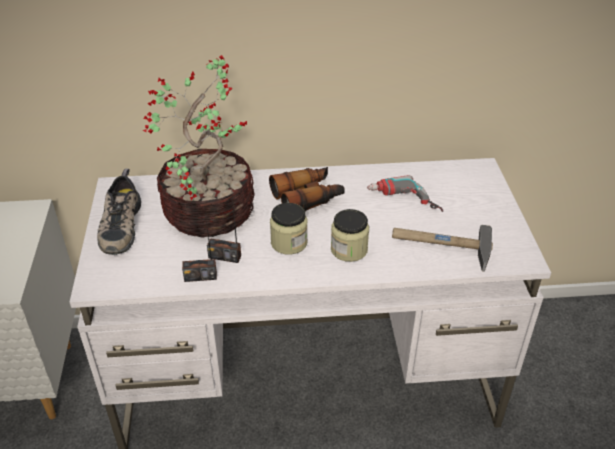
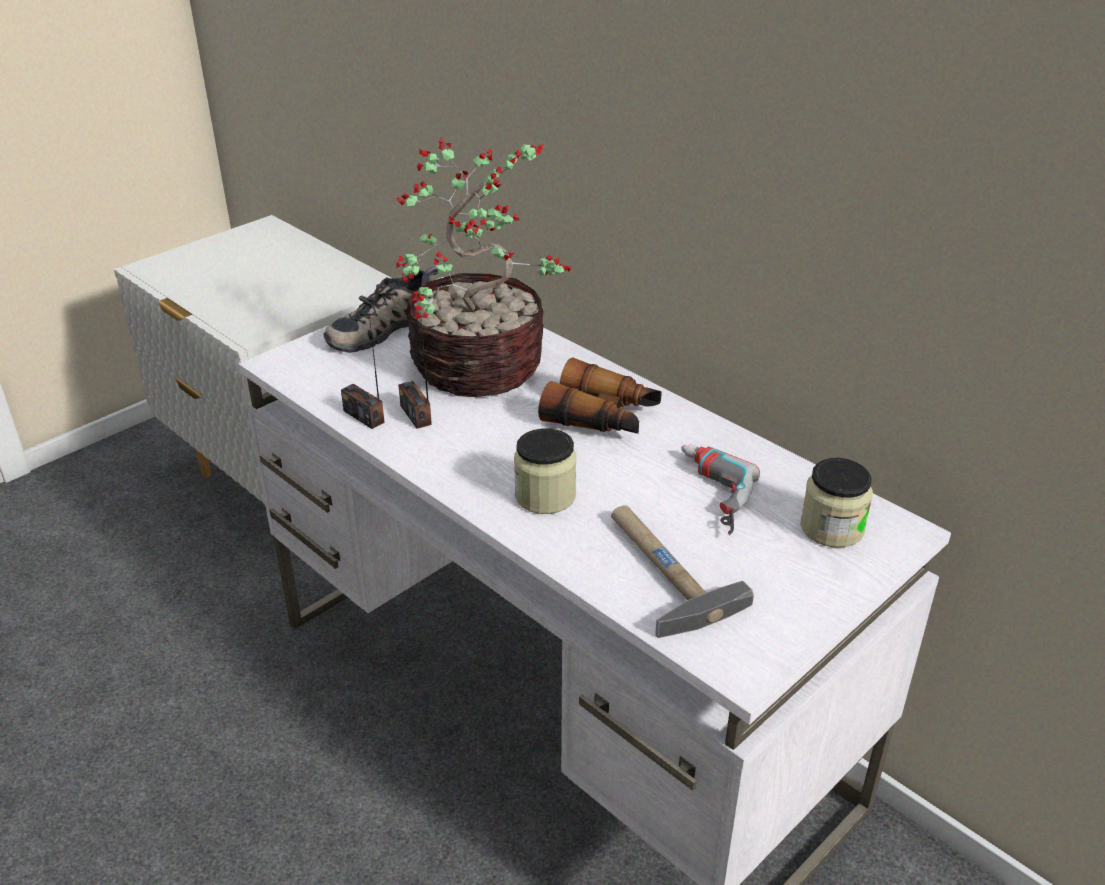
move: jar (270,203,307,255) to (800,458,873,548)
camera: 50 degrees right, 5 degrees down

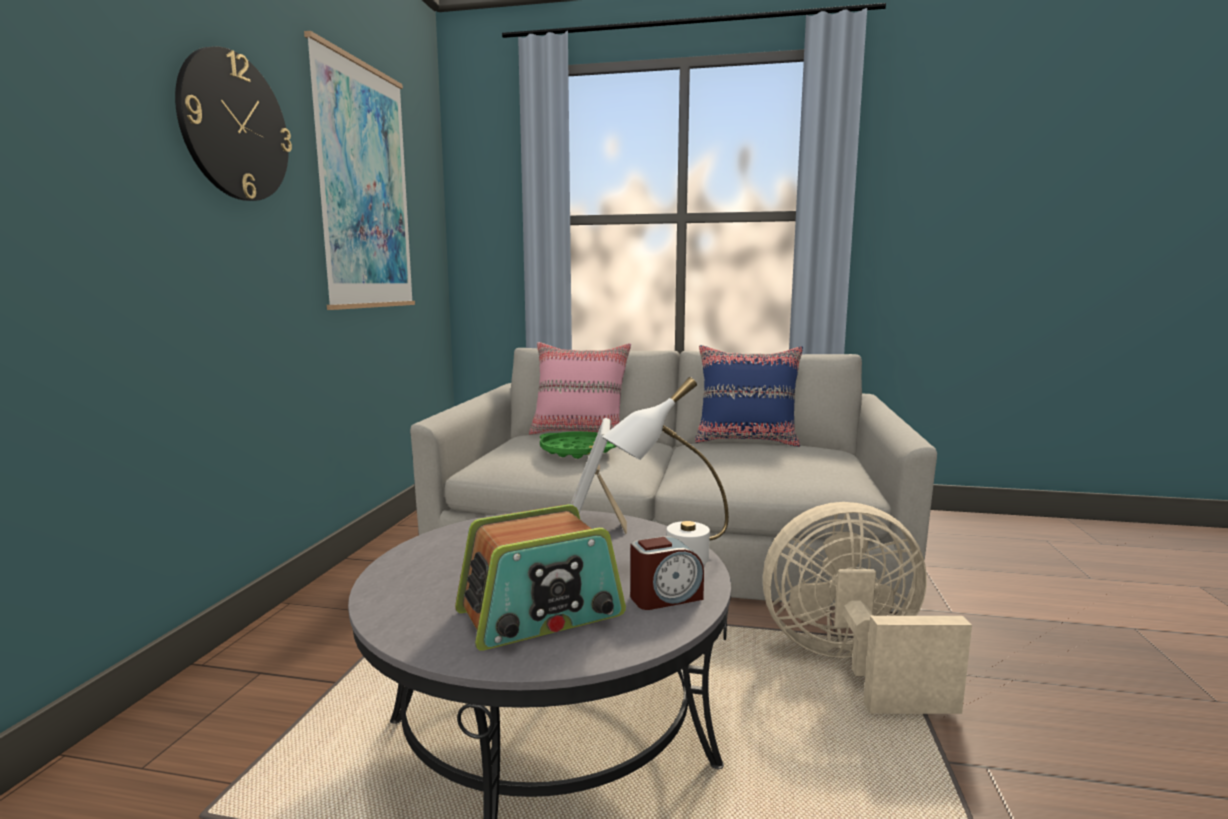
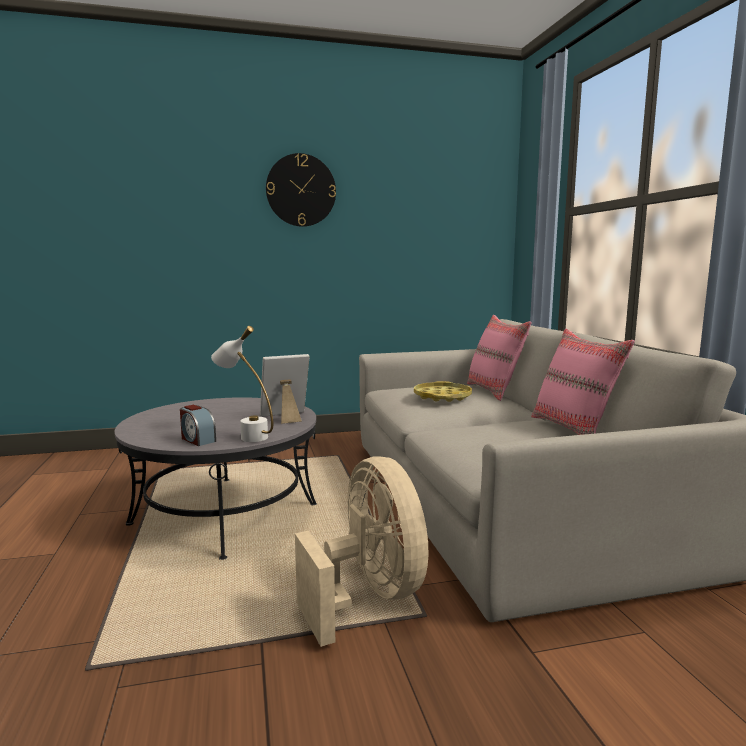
delete: picture (304,31,415,310); radio (455,504,626,650)
recolor: blue pillow (695,345,803,447) to pink pillow (531,328,635,435); green tray (540,431,616,459) to yellow tray (414,381,472,402)
camera: 65 degrees right, 0 degrees up

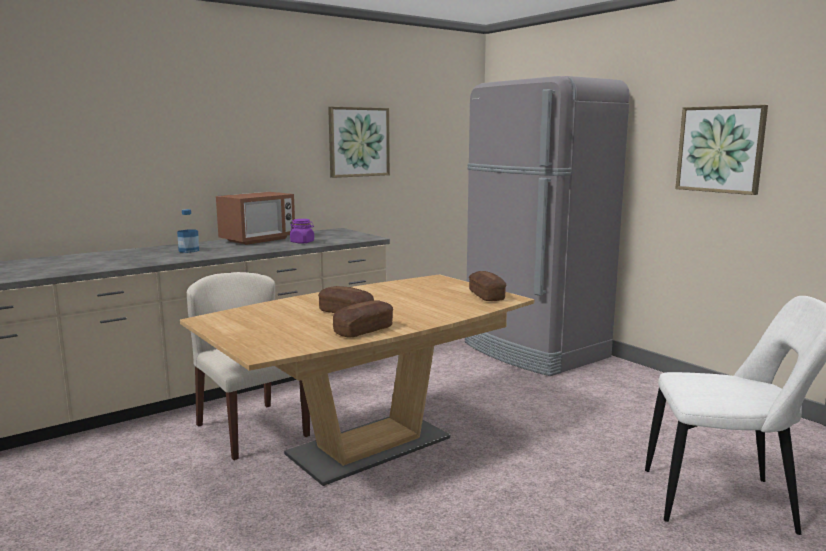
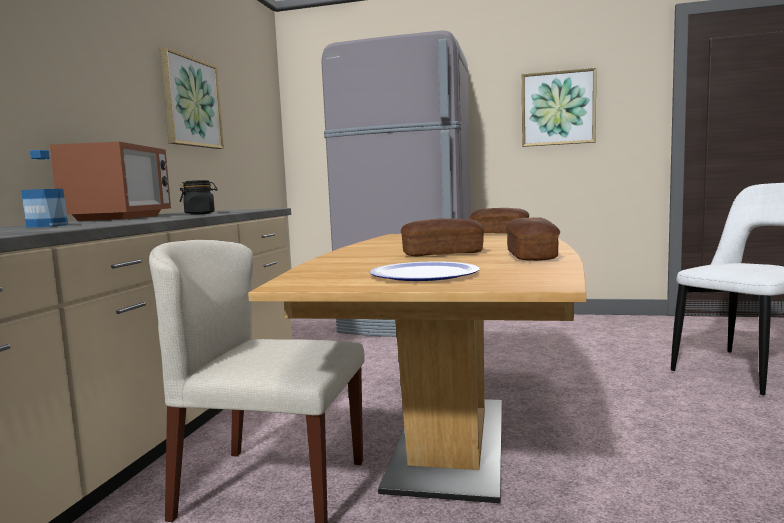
insert: plate (370,261,479,281)
recolor: purple jar (290,219,314,244) to black jar (180,180,218,215)
camera: 40 degrees left, 5 degrees down

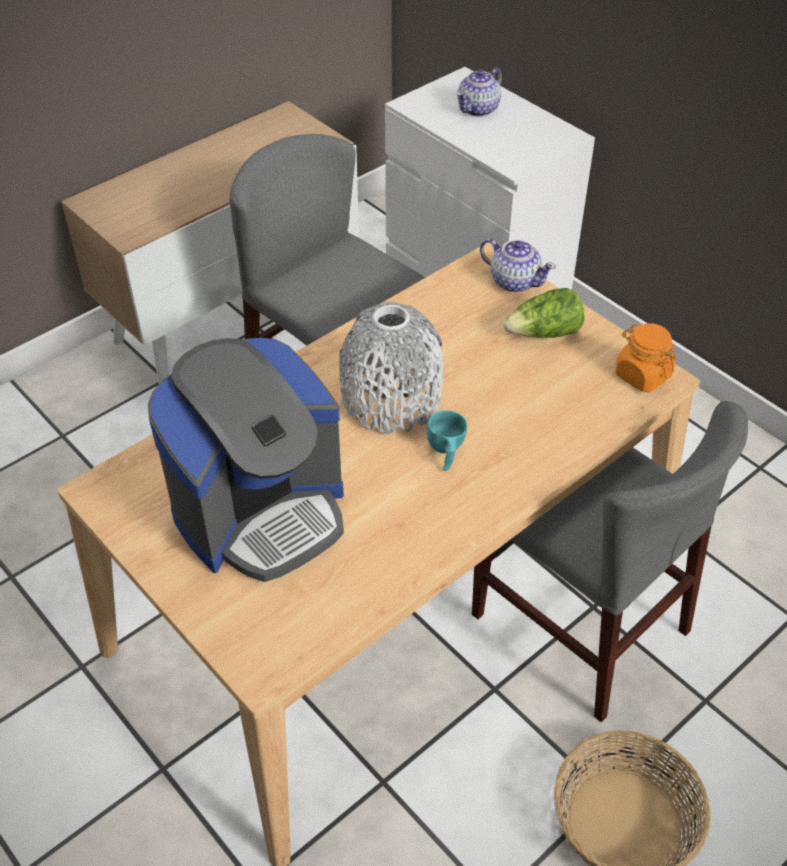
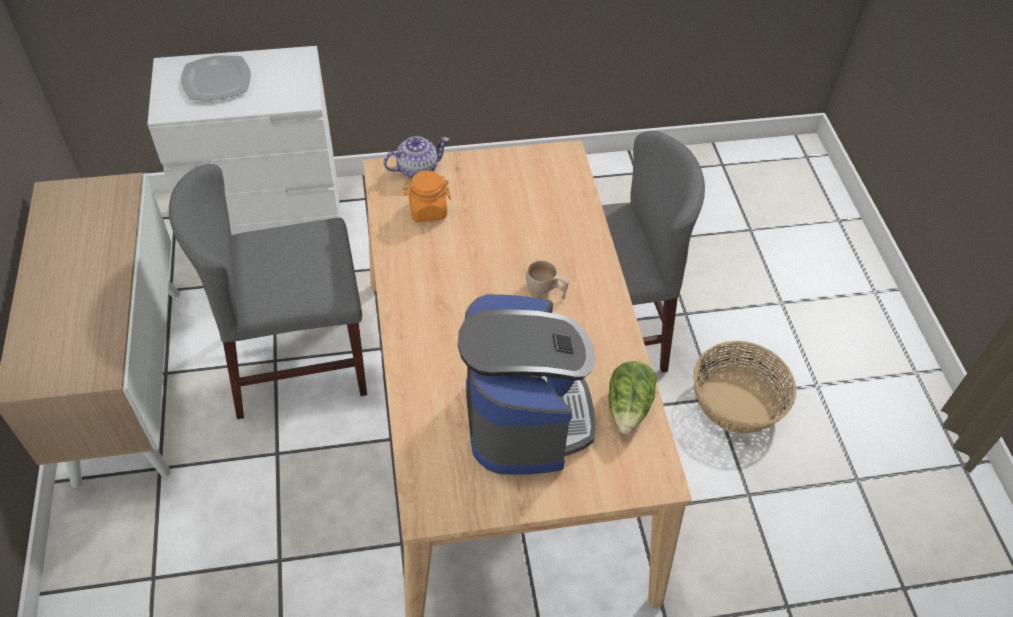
delete: grey vase (339,302,443,434)
move: lettuce (503,288,585,338) to (608,361,657,434); orange jar (615,323,676,392) to (403,171,451,222)
replace: teapot (457,67,502,117) to plate (181,55,251,100)
recolor: turquoise cup (427,410,467,471) to beige cup (526,260,569,299)
camera: 60 degrees left, 5 degrees up

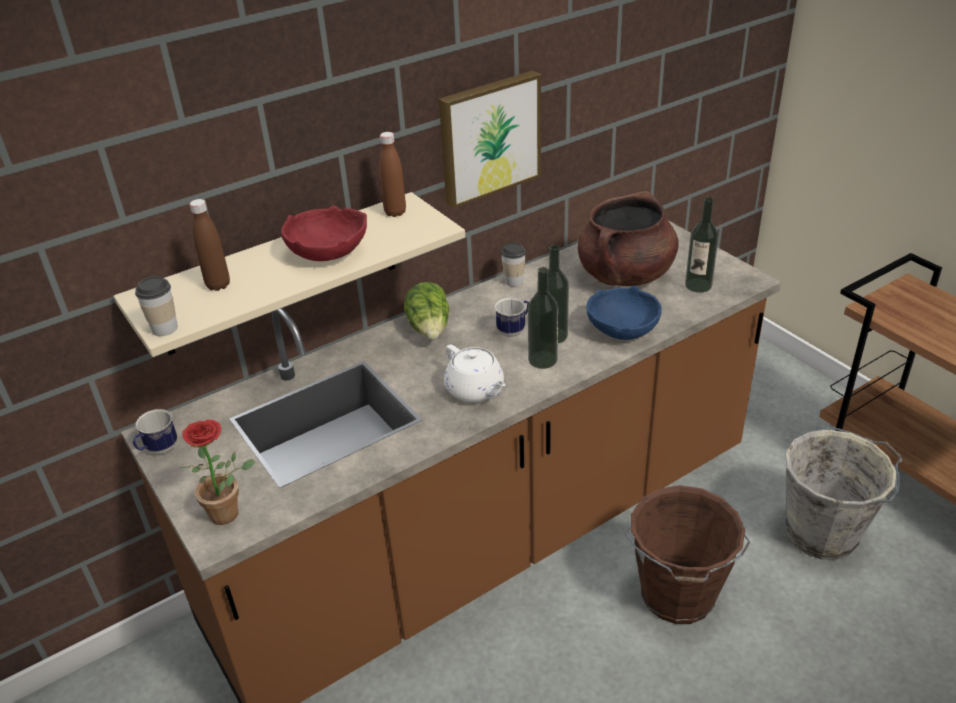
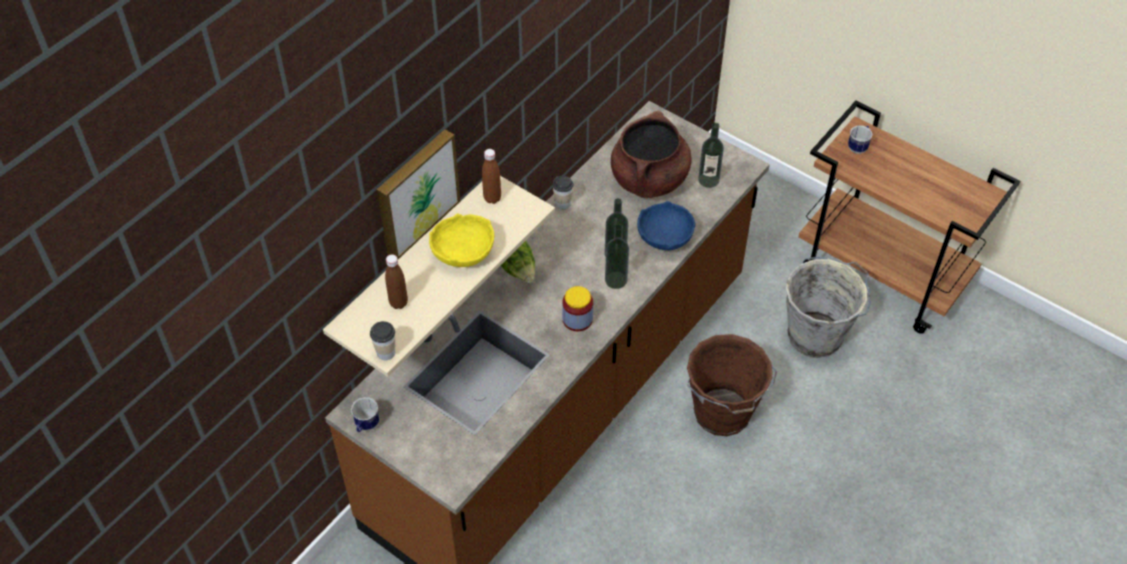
delete: potted plant (181,420,255,525)
move: picture (439,71,541,208) to (377,129,460,259); mug (495,298,529,337) to (848,125,872,154)
replace: white teapot (444,345,505,402) to jar (562,286,593,331)
recolor: red bowl (281,205,367,261) to yellow bowl (429,214,494,267)
camera: 20 degrees left, 15 degrees up

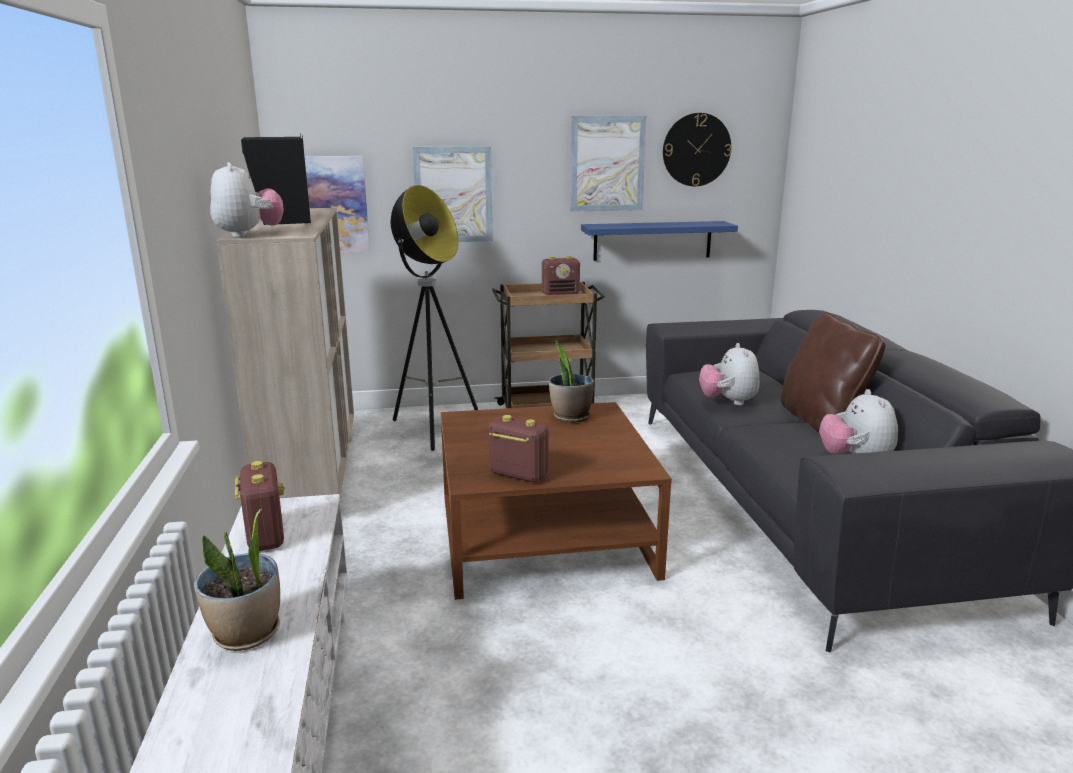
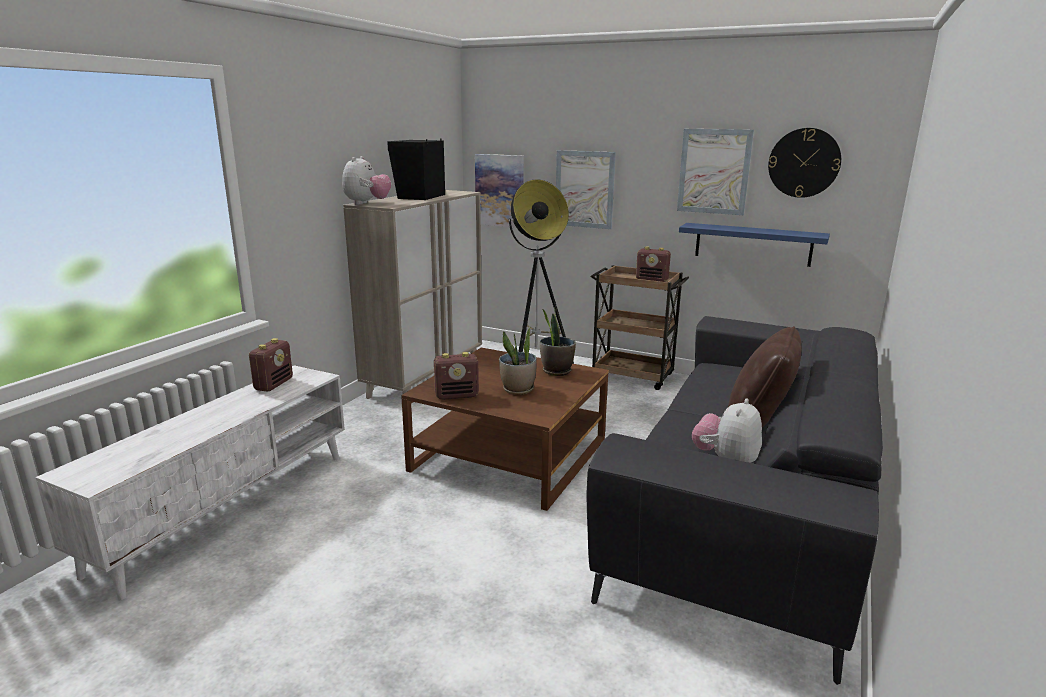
delete: plush toy (699,343,760,406)
move: potted plant (194,509,280,651) to (499,328,537,395)
rotate: radio (489,415,549,482) = (434,352,479,400) 105 degrees clockwise
camera: 35 degrees right, 0 degrees up

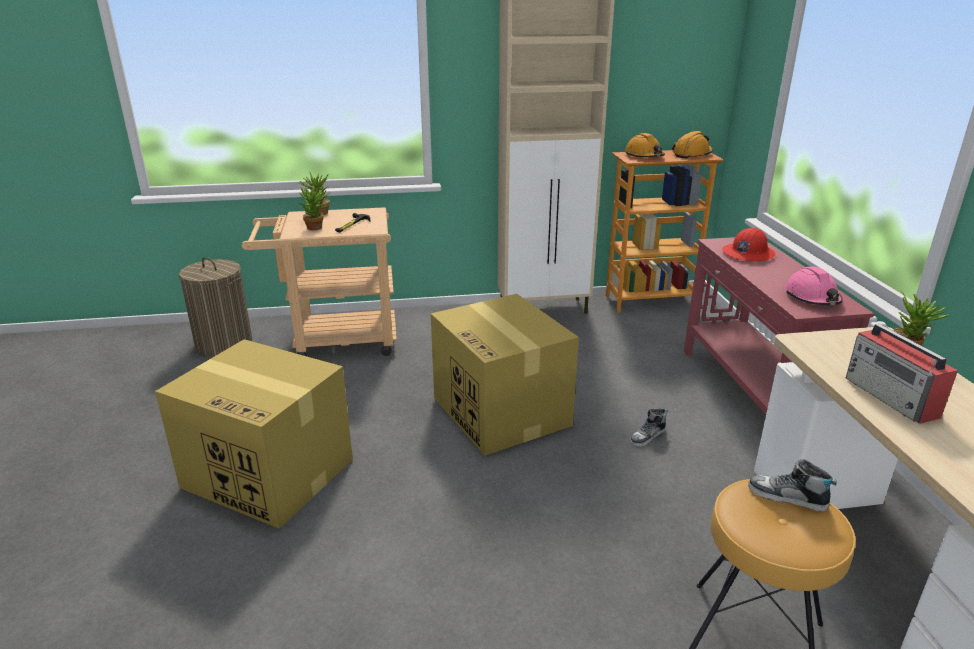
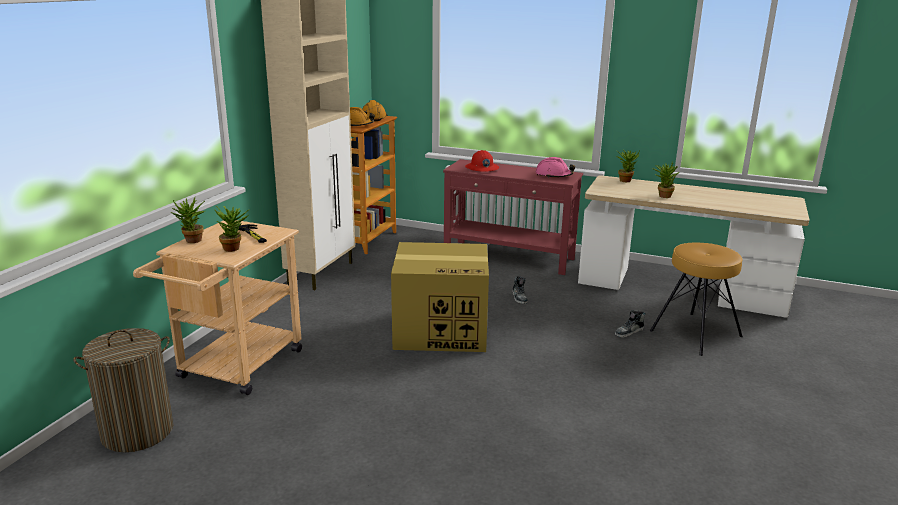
delete: cardboard box (155,339,353,529)
move: shoe (748,459,836,512) to (615,310,646,338)
replace: radio (846,324,958,424) to potted plant (652,161,679,198)
camera: 60 degrees left, 5 degrees down

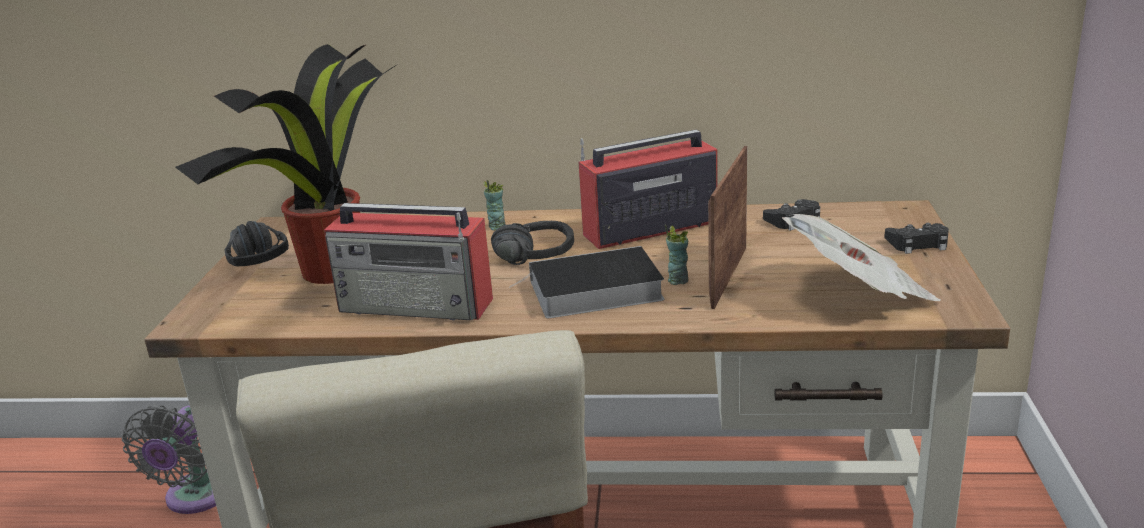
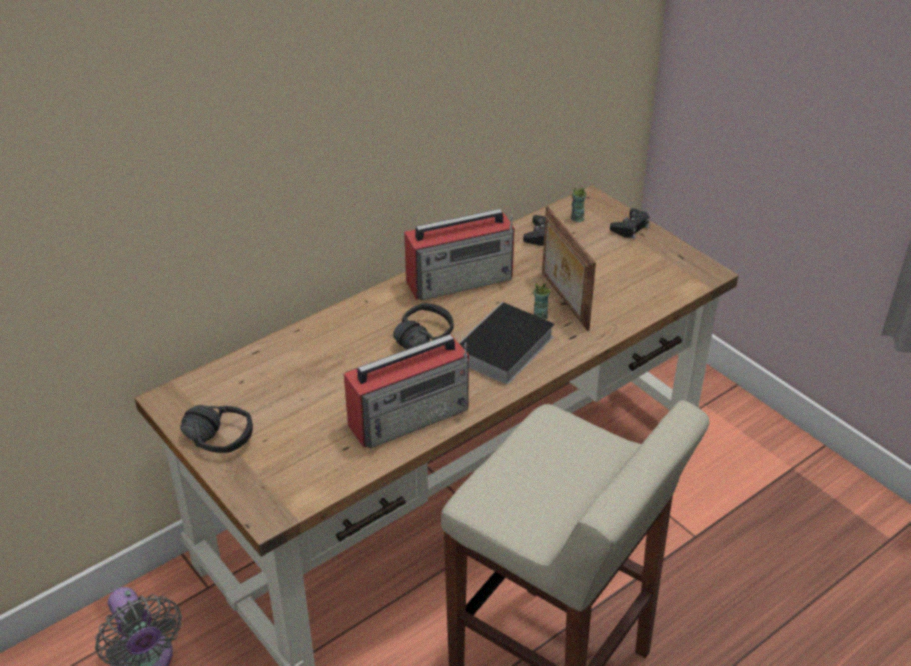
delete: potted plant (175,44,398,284); newspaper (782,214,941,301)
move: cup (483,180,506,230) to (571,187,586,222)
rotate: radio (578,130,718,249) = (404,209,515,301) 135 degrees counterclockwise
camera: 45 degrees left, 15 degrees up

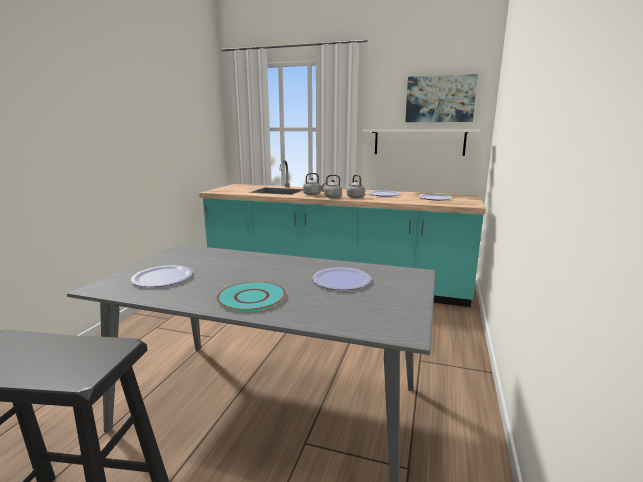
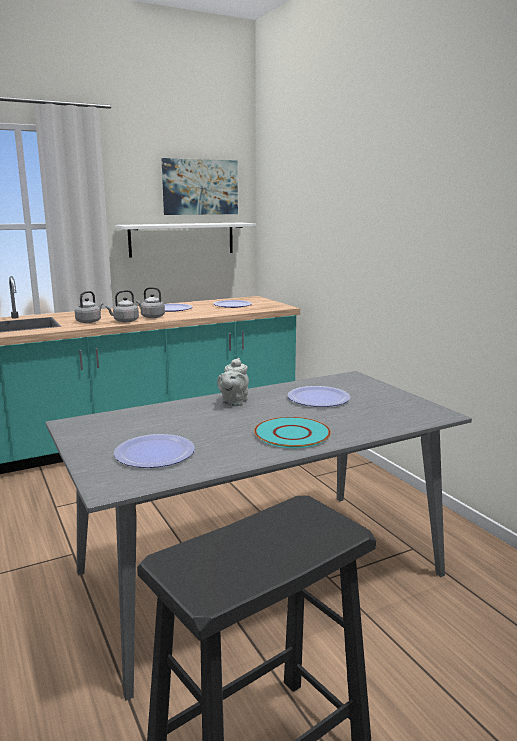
insert: grey teapot (217,358,249,406)
camera: 45 degrees left, 0 degrees up

